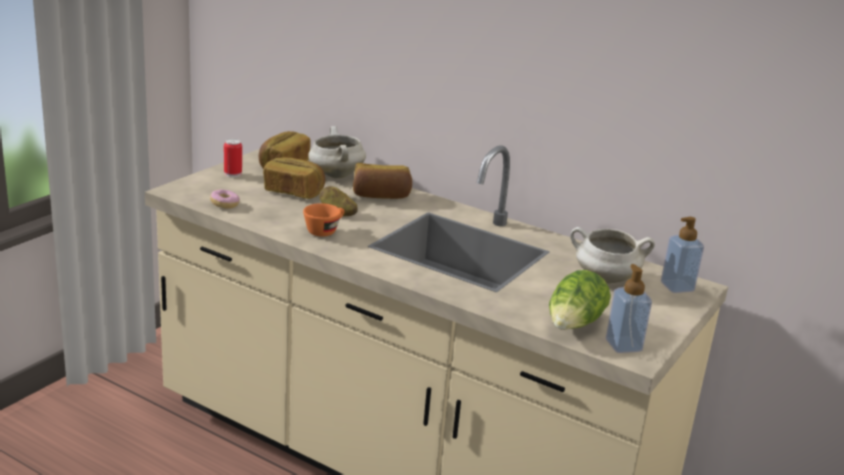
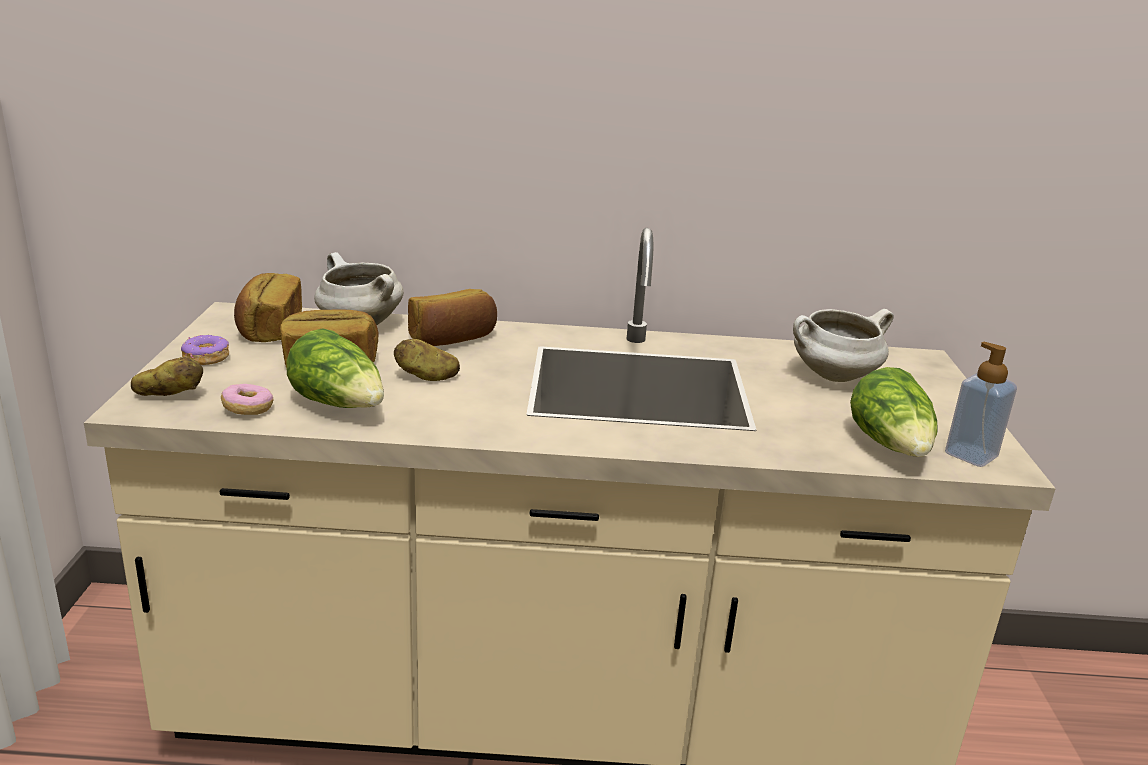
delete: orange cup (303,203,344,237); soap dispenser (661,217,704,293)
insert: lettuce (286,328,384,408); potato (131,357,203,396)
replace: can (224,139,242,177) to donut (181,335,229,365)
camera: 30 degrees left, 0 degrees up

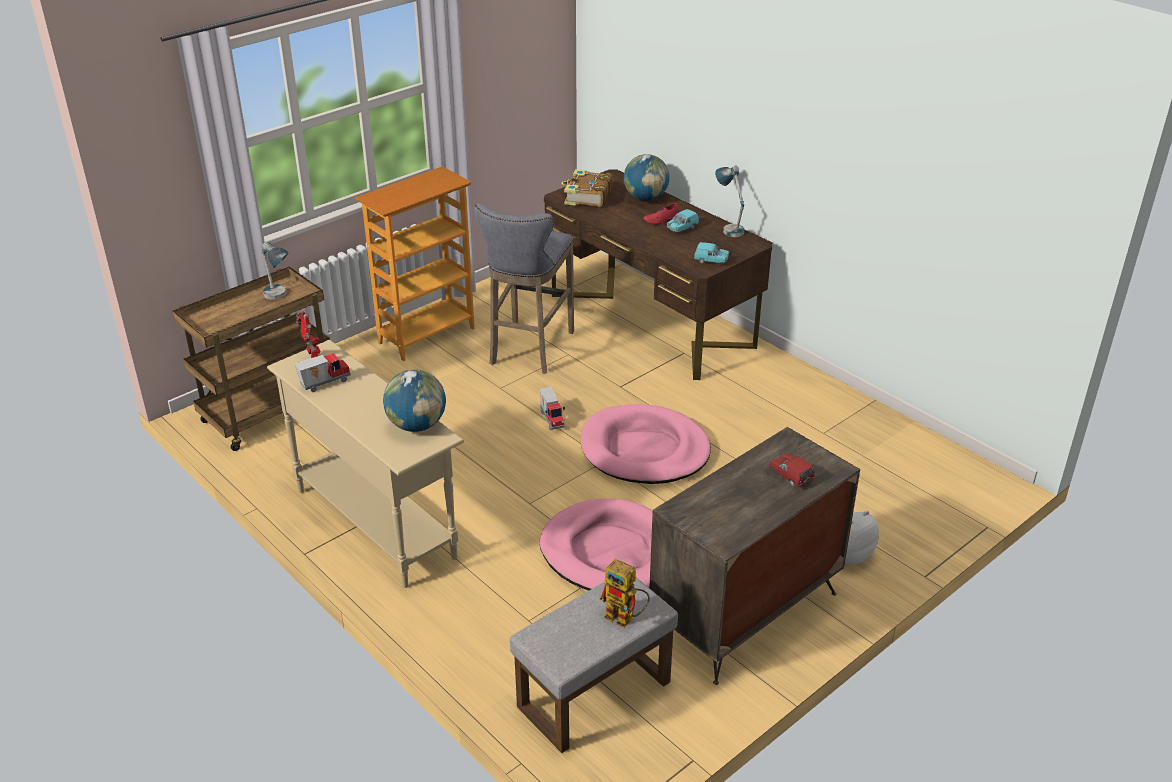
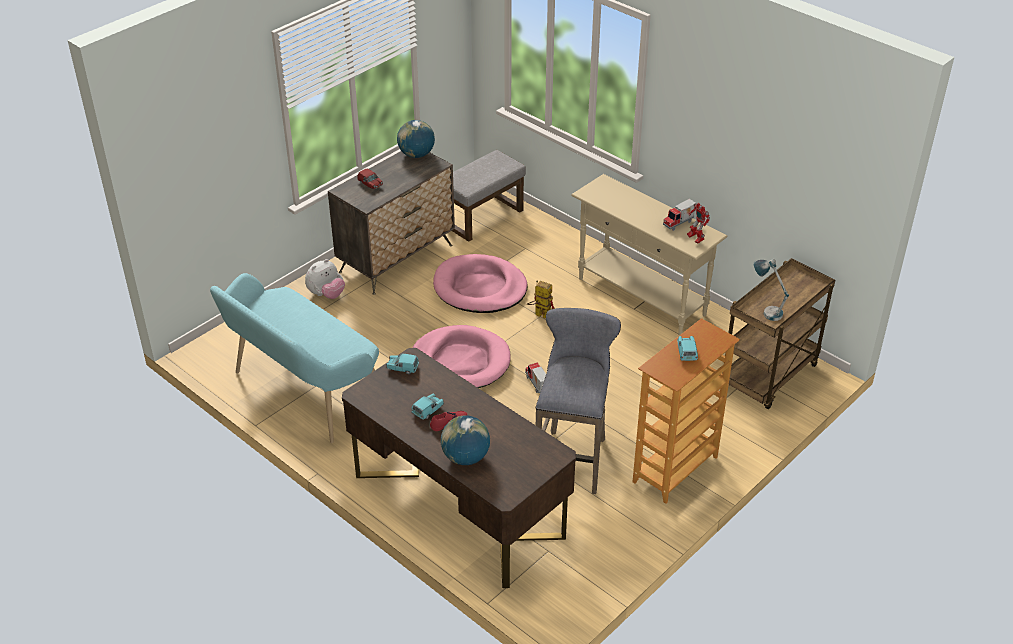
delete: table lamp (715,165,745,237); book (561,169,612,207)
insert: turquoise bench (210,273,379,443); turquoise toy car (677,336,698,361)
move: globe (383,369,446,432) to (397,120,435,158); toy robot (599,559,650,628) to (527,281,555,319)
camera: 175 degrees right, 5 degrees up

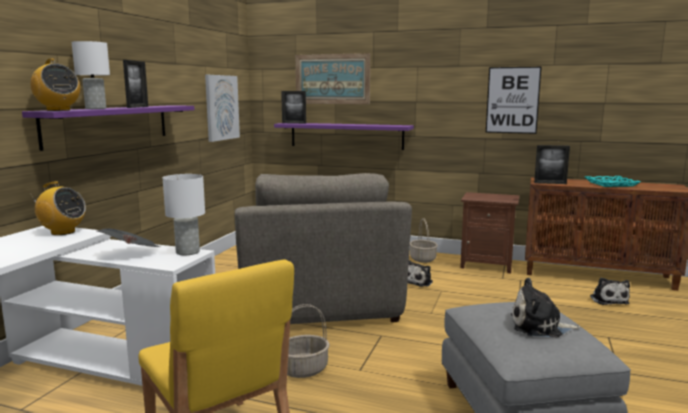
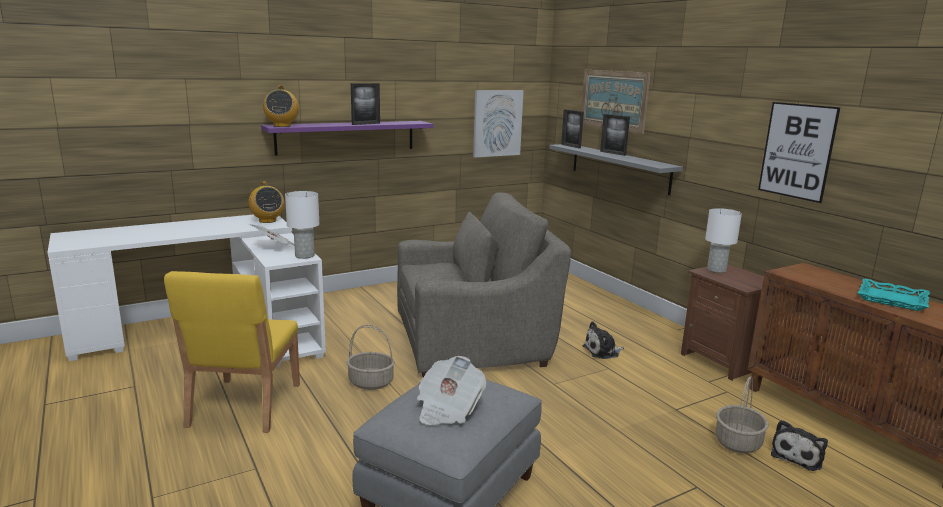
move: white table lamp (72,41,110,109) to (705,208,742,273); picture frame (534,145,570,184) to (600,114,630,156); basket (410,218,438,263) to (715,376,768,453)
replace: plush toy (511,278,581,337) to newspaper (417,356,486,425)
recolor: purple shelf (274,123,414,150) to grey shelf (549,144,683,195)
rotate: grey armchair (235,173,412,324) = (397,192,571,377) 135 degrees counterclockwise
camera: 40 degrees right, 5 degrees up

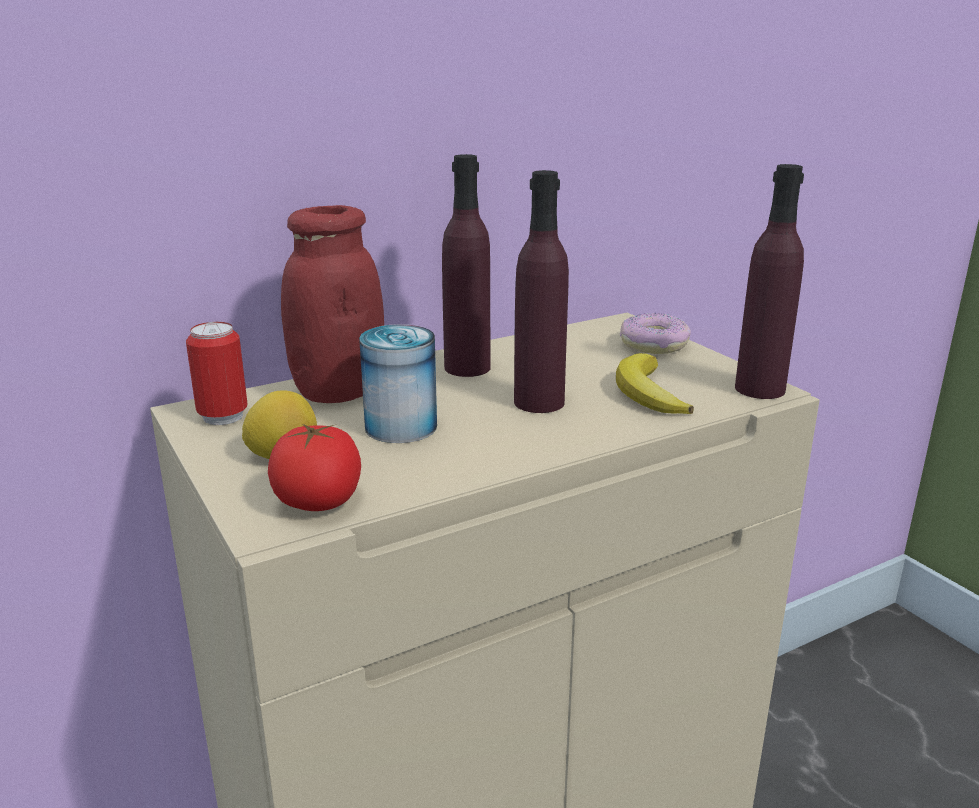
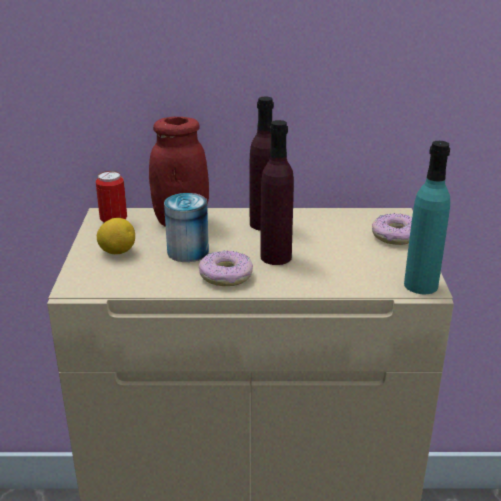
delete: banana (616,353,694,414); tomato (268,424,361,511)
insert: donut (199,250,253,286)
recolor: purple bottle (735,164,804,399) to turquoise bottle (404,141,450,294)
camera: 30 degrees right, 5 degrees up

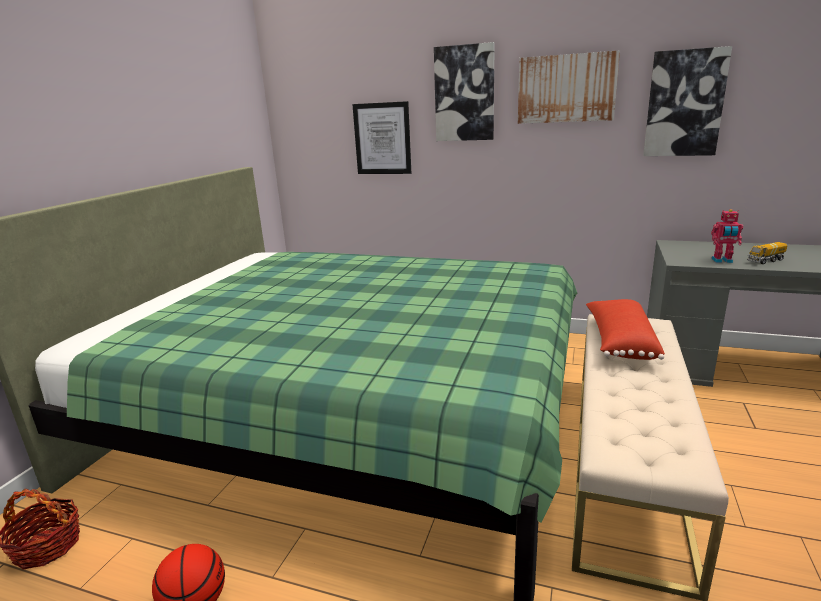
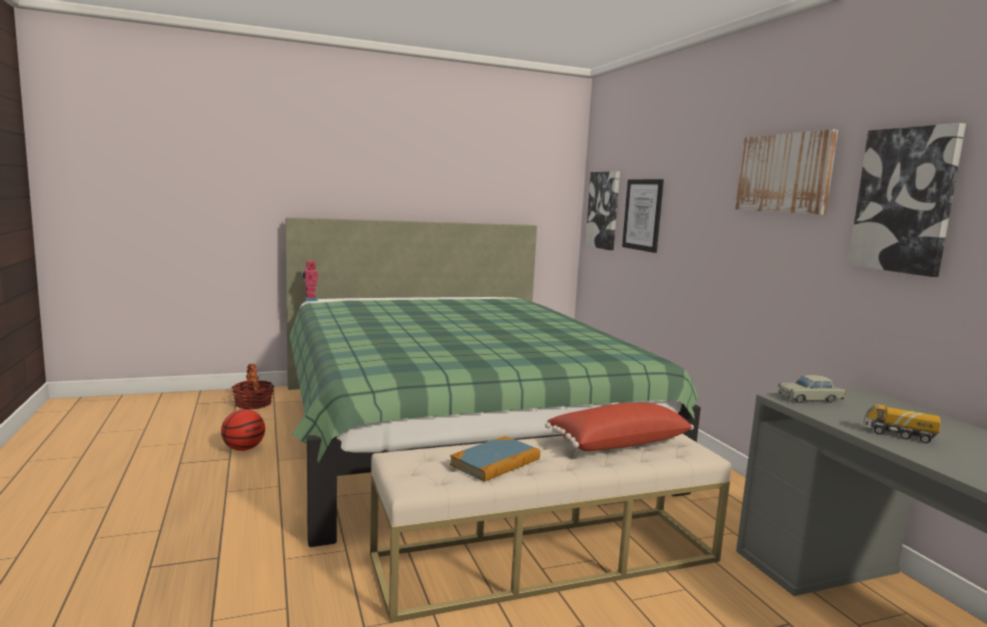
insert: beige toy car (778,375,846,403); book (450,436,540,482)
move: picture (434,42,495,141) to (585,171,620,250); toy robot (711,209,743,263) to (301,259,318,301)
camera: 50 degrees right, 10 degrees down

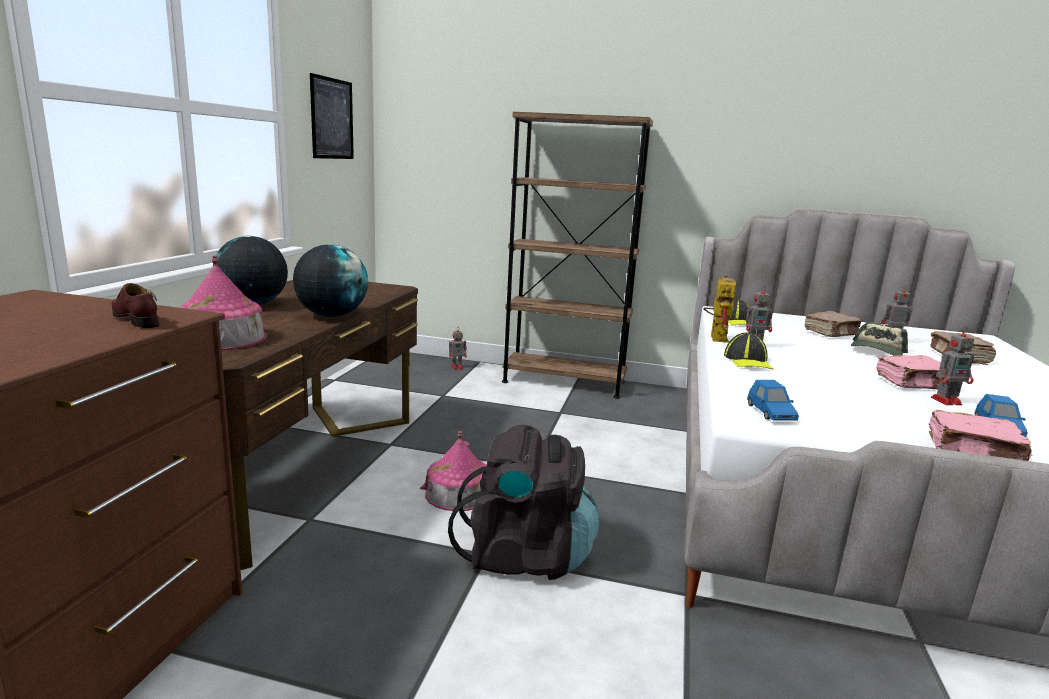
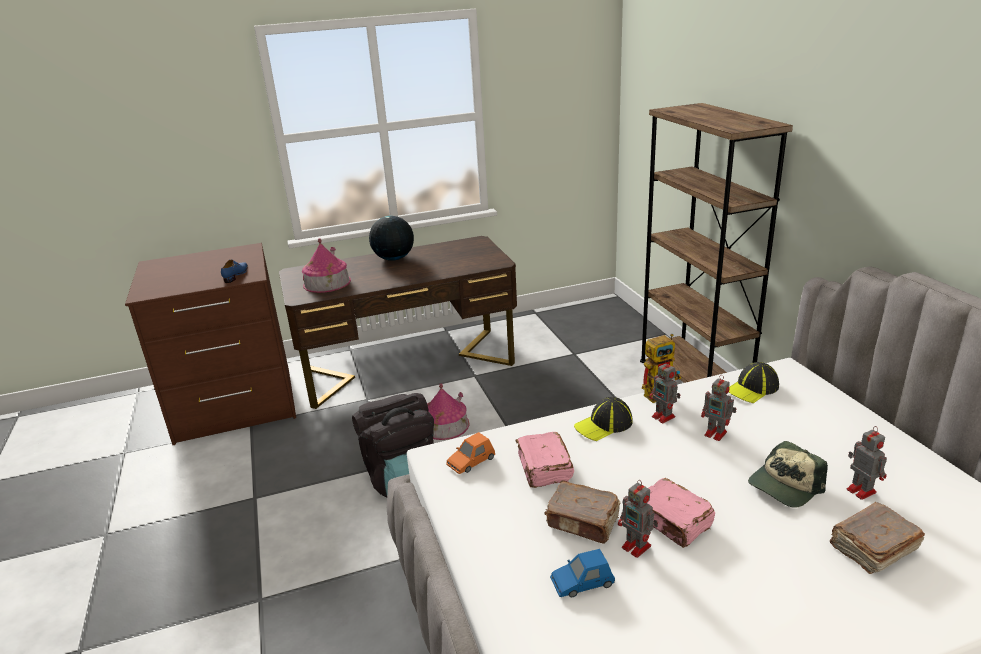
delete: picture (310,73,354,159); globe (293,244,368,317)
move: brown book (805,311,861,337) to (544,481,620,544); toy robot (449,329,467,370) to (701,375,736,441); pink book (929,410,1033,461) to (516,432,574,488)
recolor: brown shoe (111,283,159,328) to blue shoe (221,260,248,283); blue toy car (747,380,799,421) to orange toy car (446,432,495,474)
rotate: cap (851,322,908,356) = (748,441,828,508) 45 degrees counterclockwise
camera: 60 degrees right, 10 degrees up

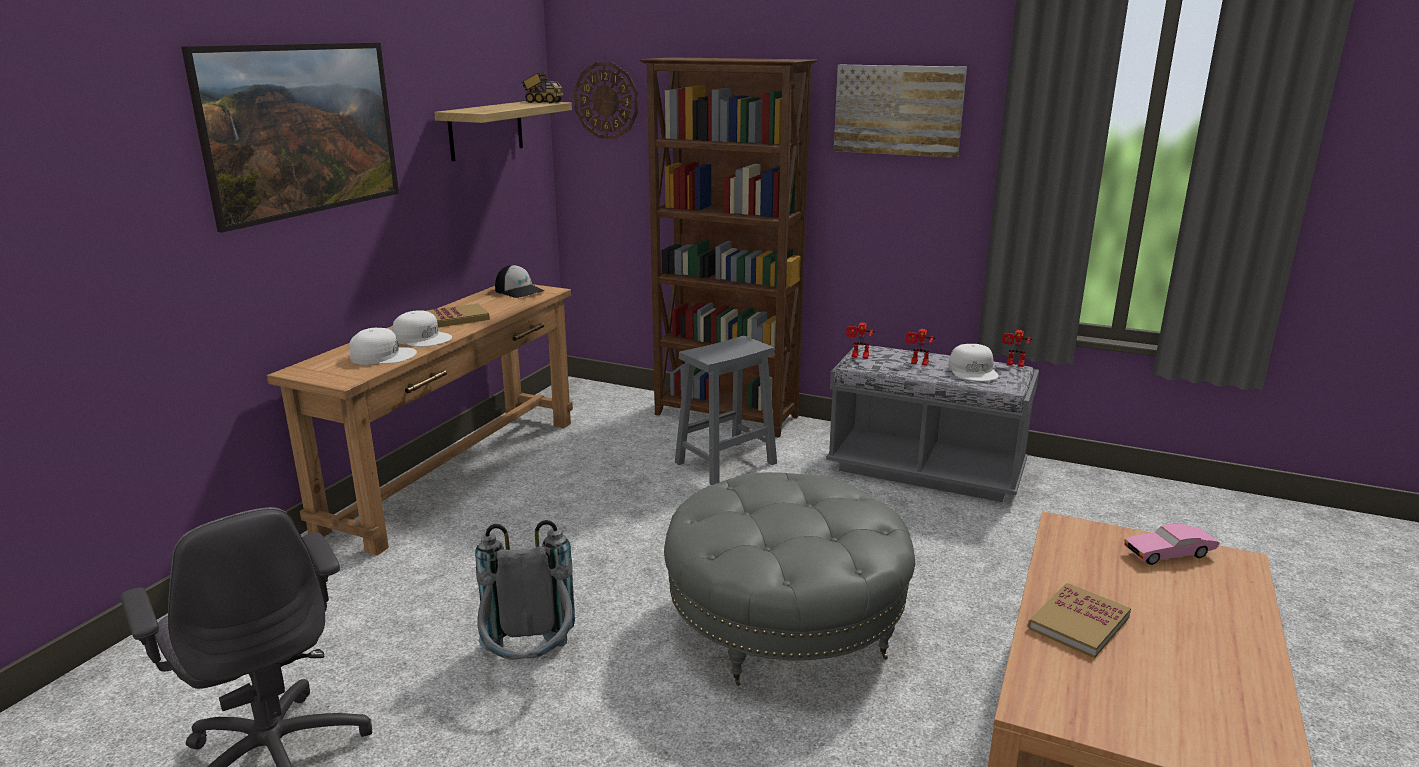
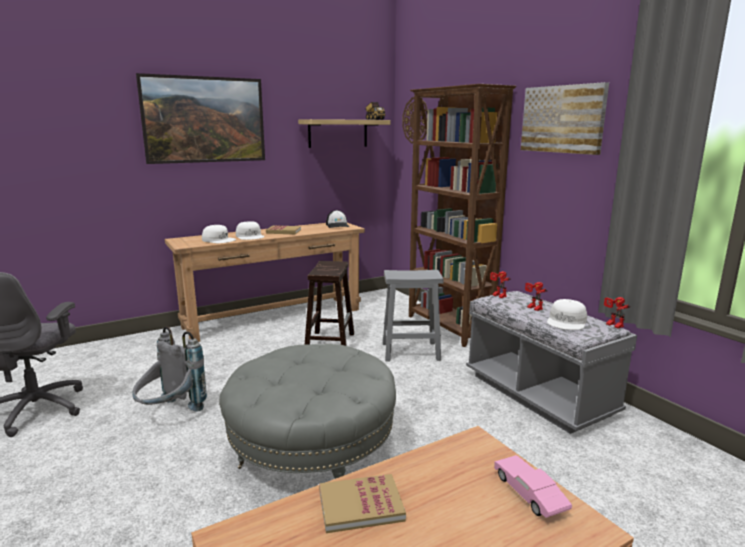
insert: brown stool (305,261,354,346)
rotate: pink toy car (1124,524,1220,565) = (494,455,572,518) 45 degrees clockwise
camera: 35 degrees right, 5 degrees down

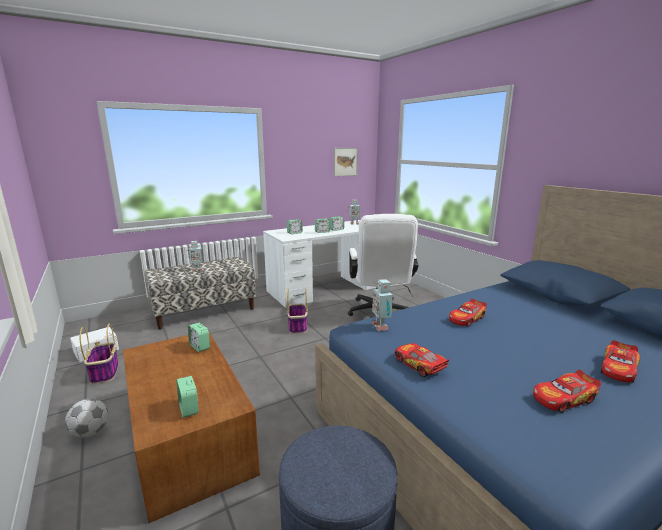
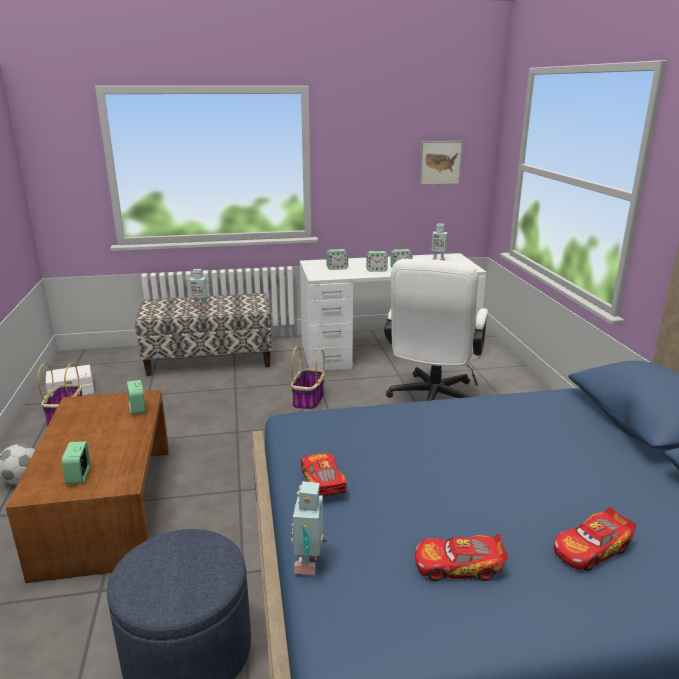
delete: toy car (449,299,487,327)
move: toy robot (372,279,393,331) to (290,481,327,575)
camera: 20 degrees right, 5 degrees up

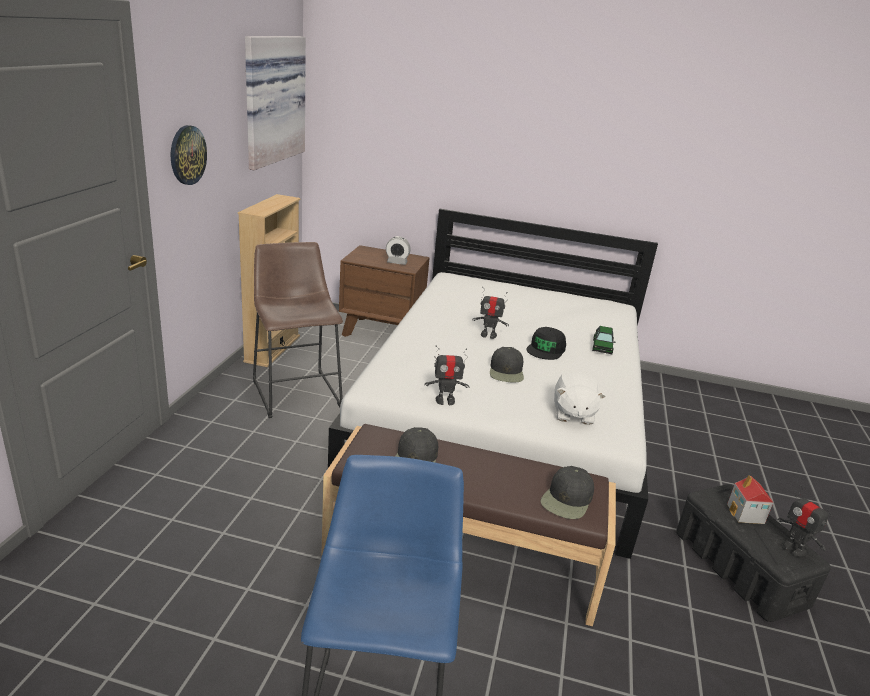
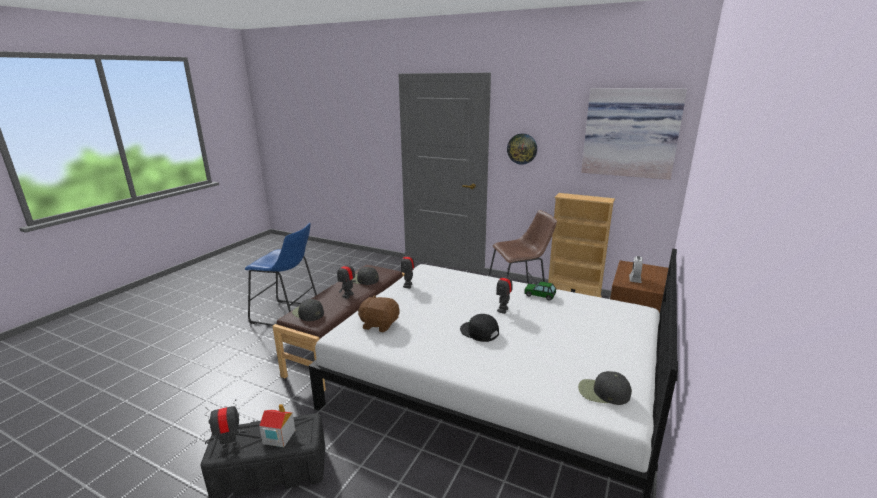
insert: toy robot (337,265,356,299)
move: toy car (592,326,616,354) to (524,281,556,301); black cap (490,347,524,382) to (578,371,632,405)
recolor: white plush toy (554,372,606,425) to brown plush toy (358,295,400,333)
camera: 105 degrees right, 5 degrees down

